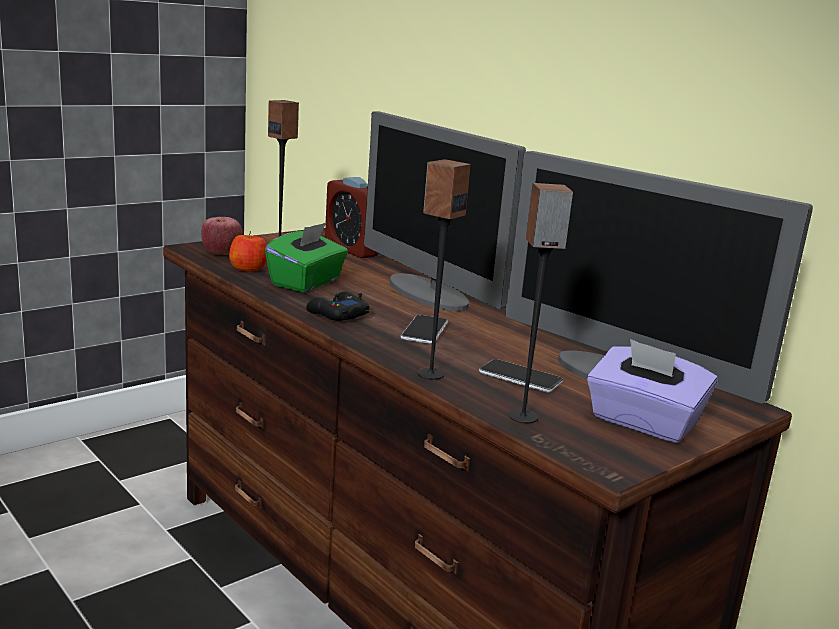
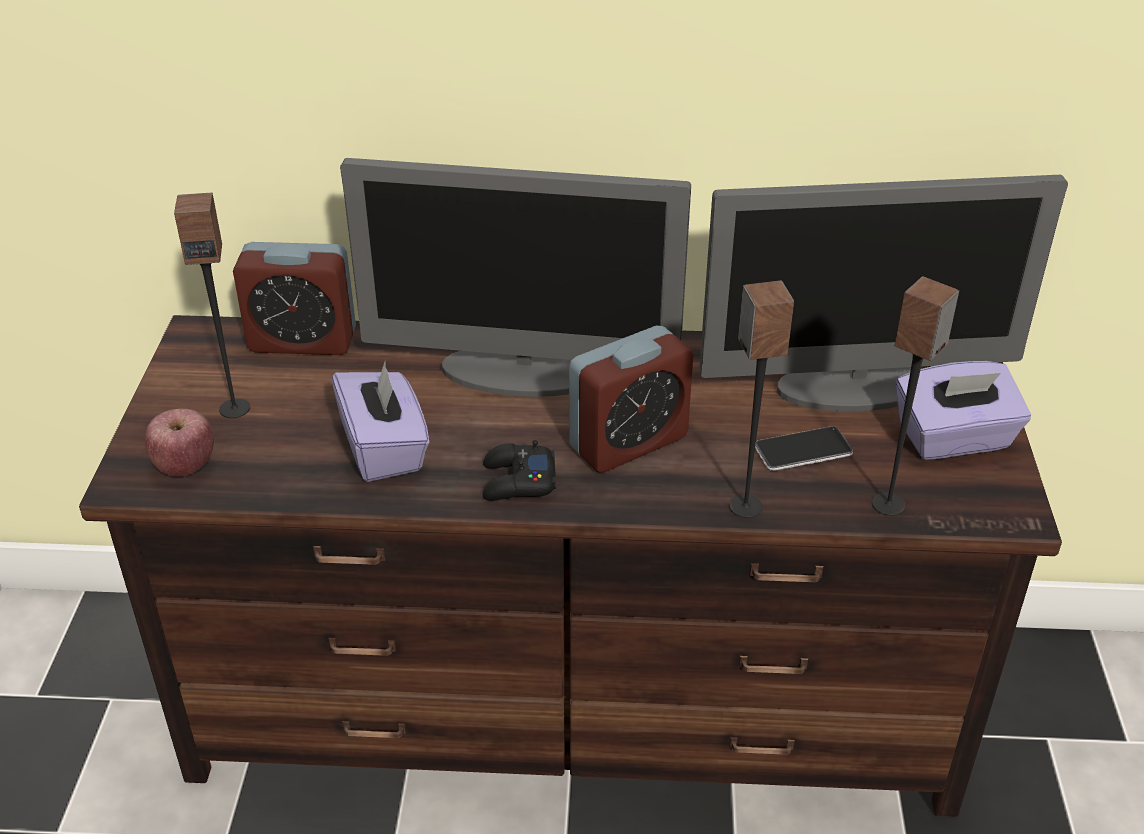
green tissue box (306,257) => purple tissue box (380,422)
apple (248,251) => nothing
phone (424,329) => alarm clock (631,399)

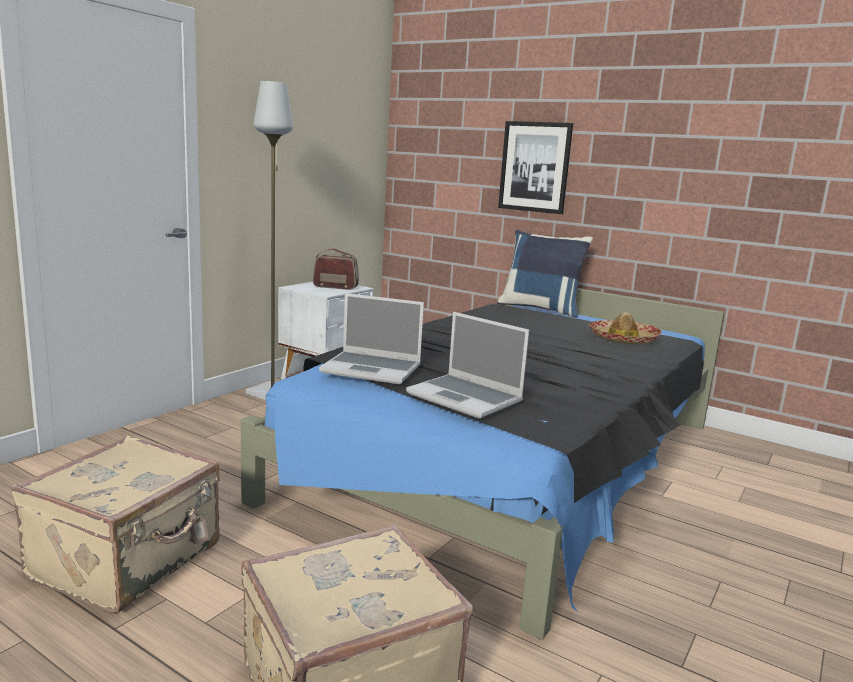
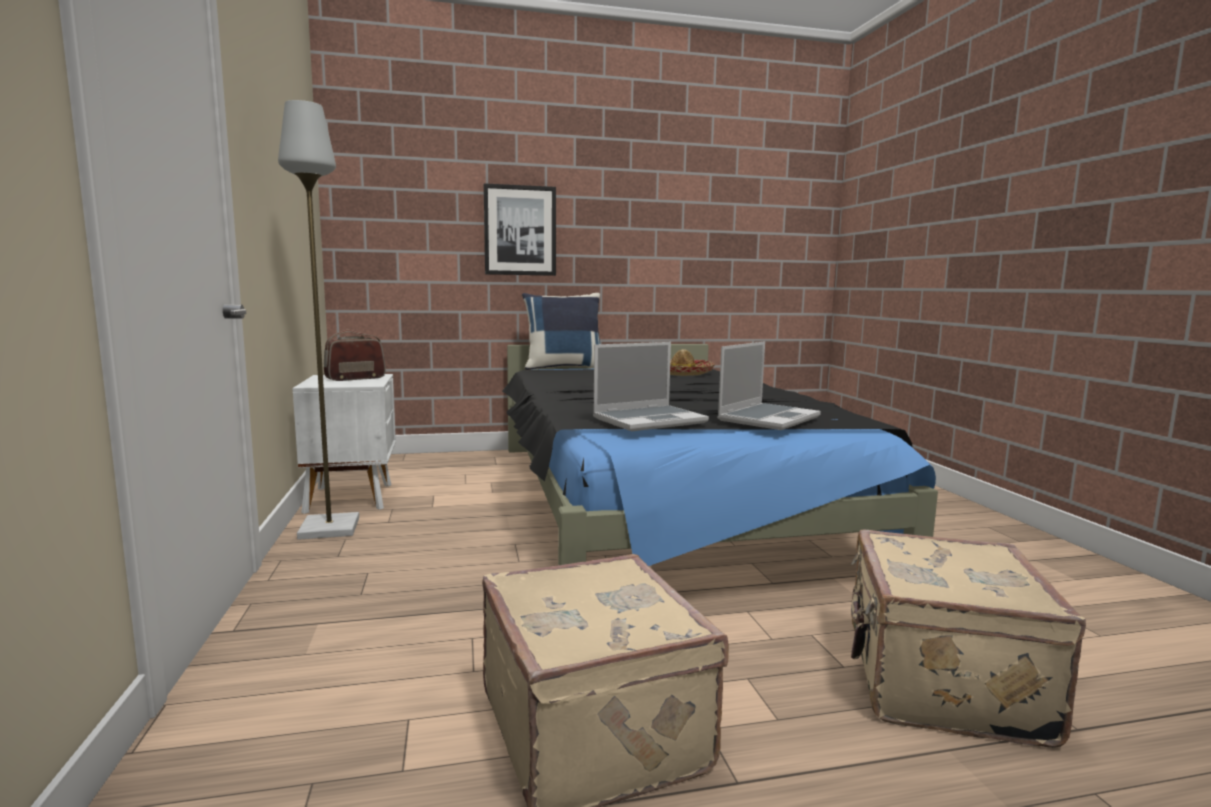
laptop (467,365) => laptop (769,385), 45 degrees counterclockwise

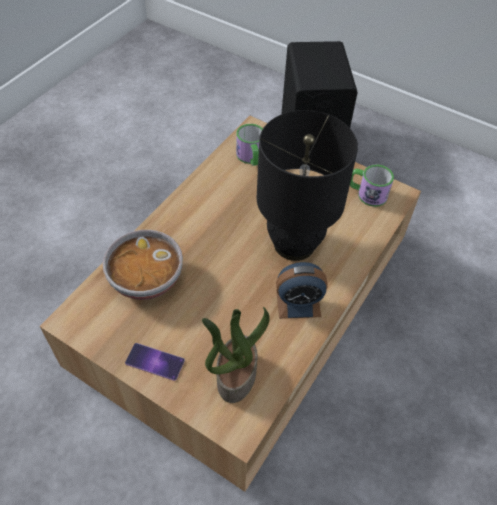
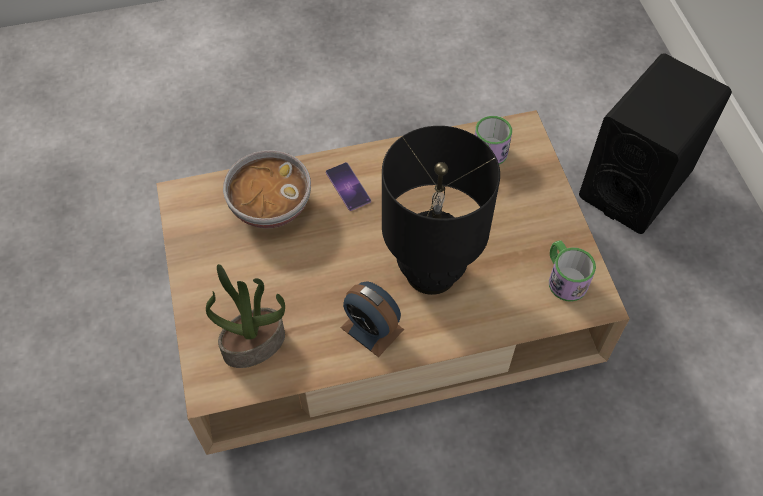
phone (155,362) => phone (348,186), move

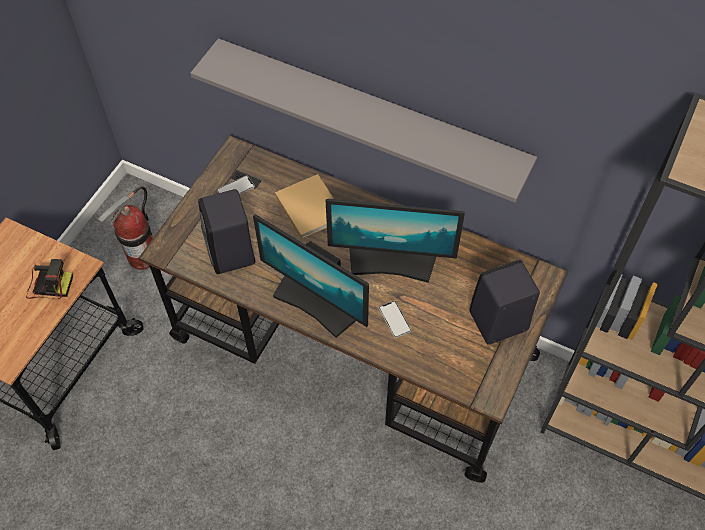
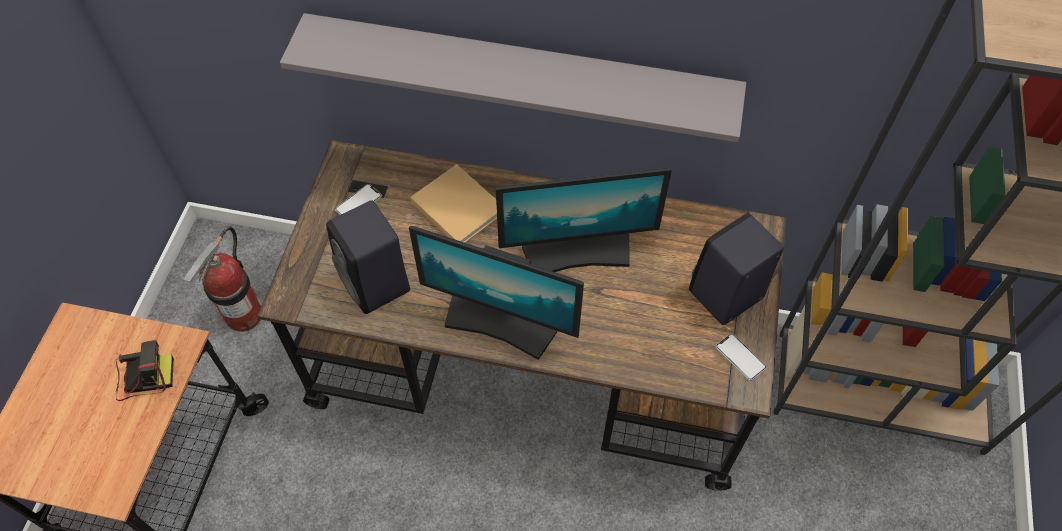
phone (395,319) => phone (741,357), move

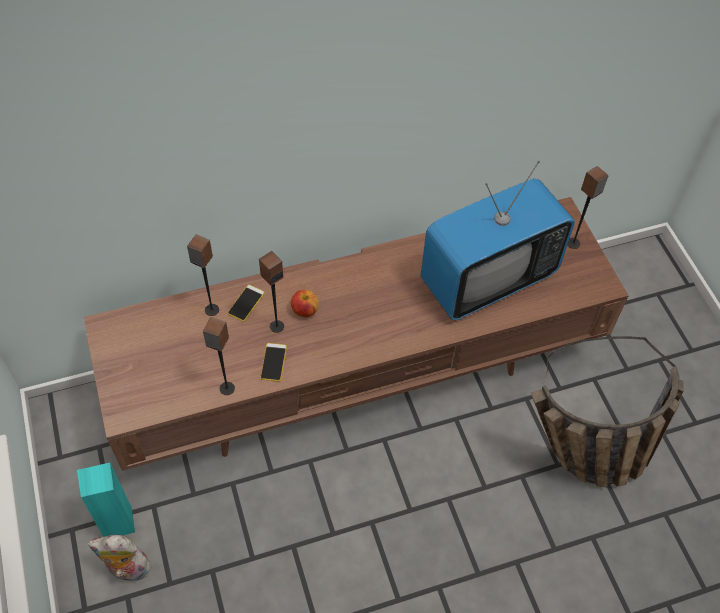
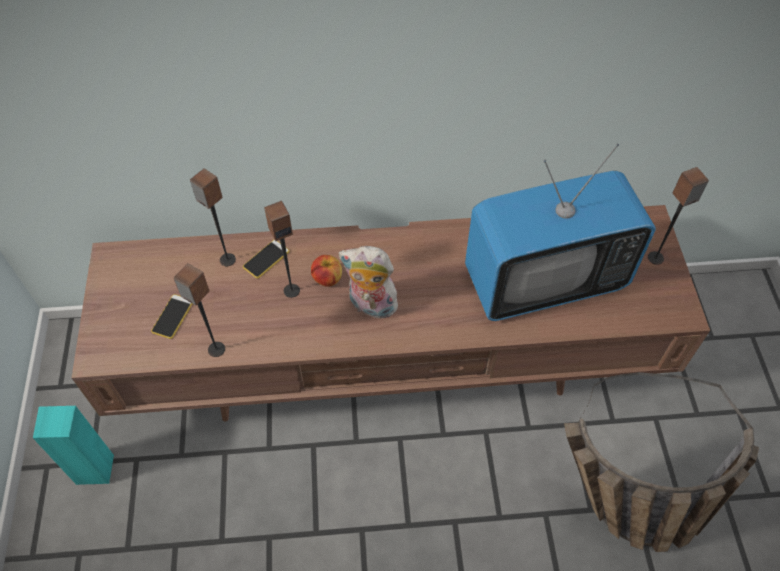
phone (273,362) => phone (171,316), move
plush toy (121,558) => plush toy (368,282), move

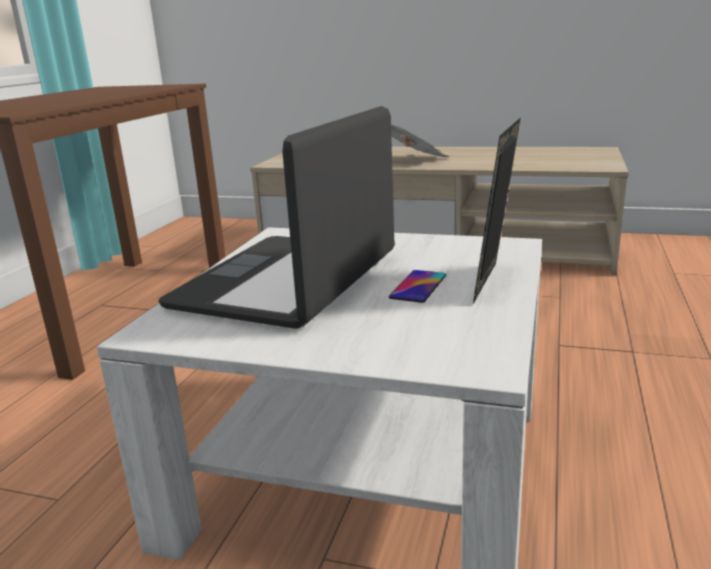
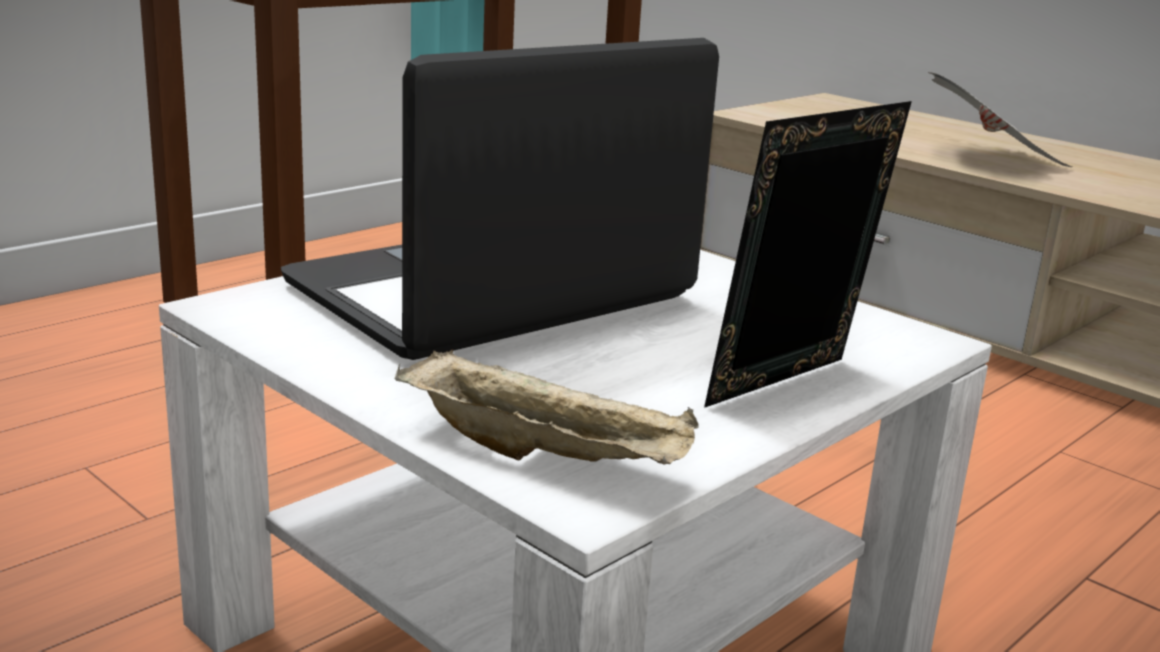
phone (417,286) => nothing
nothing => beige tray (546,407)

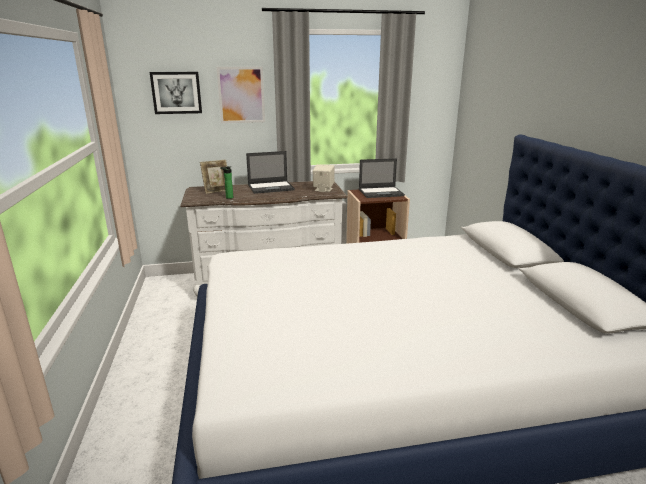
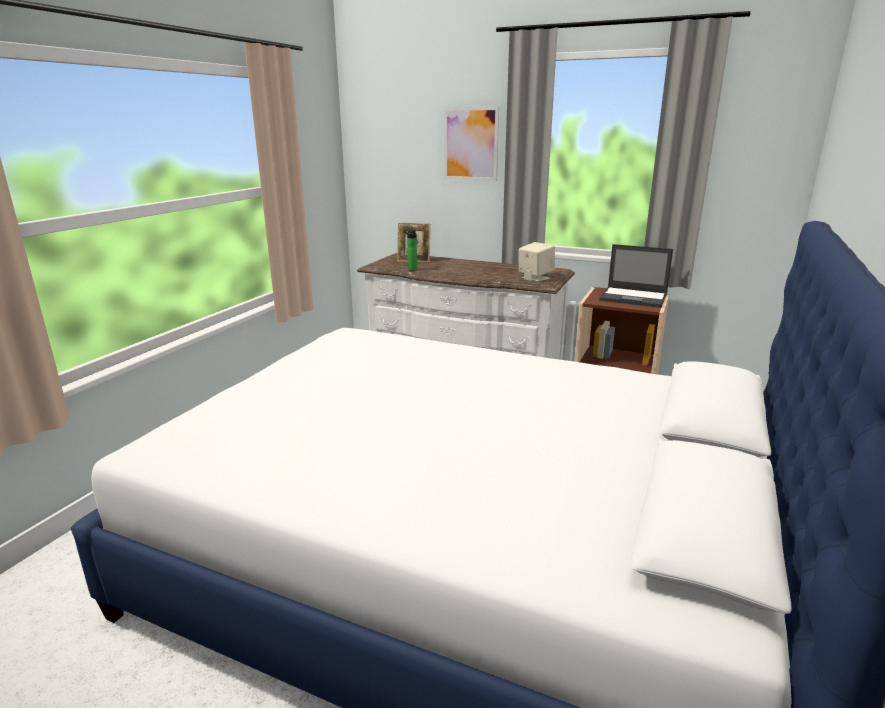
picture (175,93) => nothing
laptop (270,172) => nothing

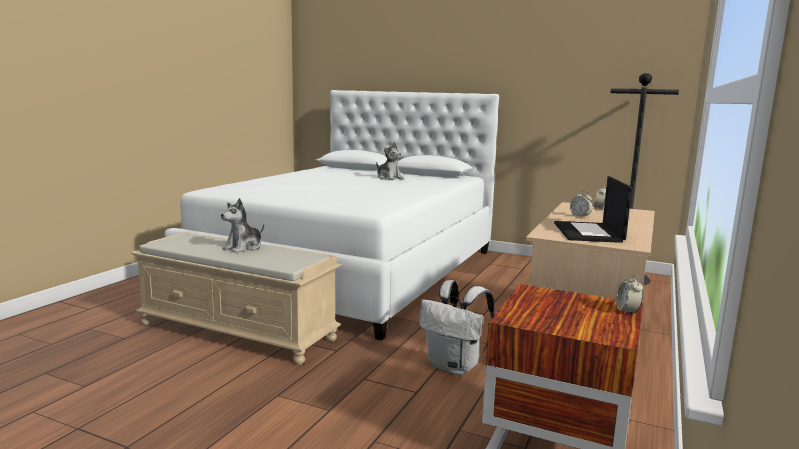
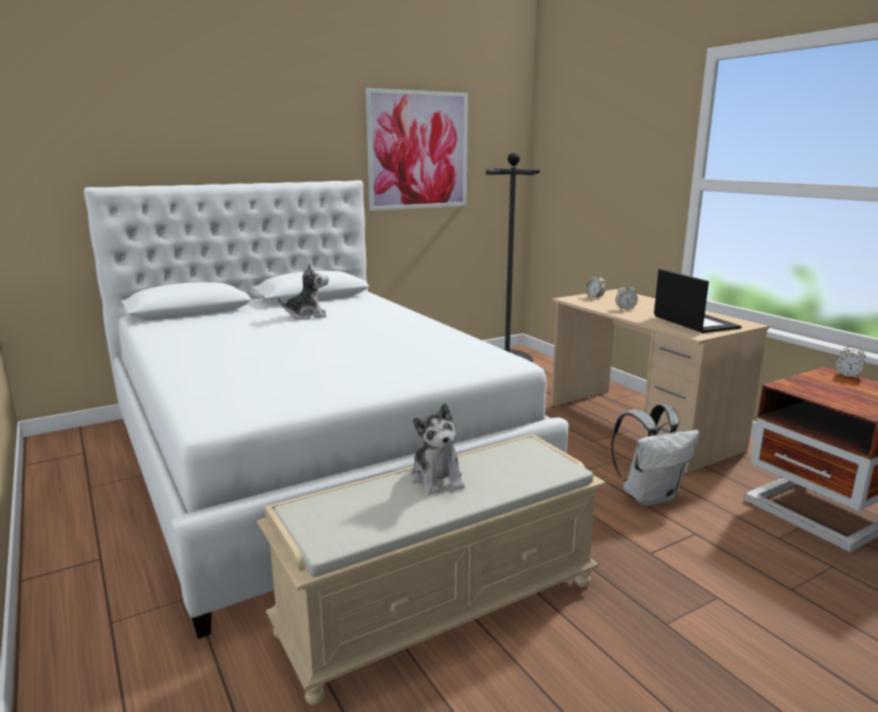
laptop (593,209) => laptop (698,301), 150 degrees counterclockwise
nothing => picture (416,149)

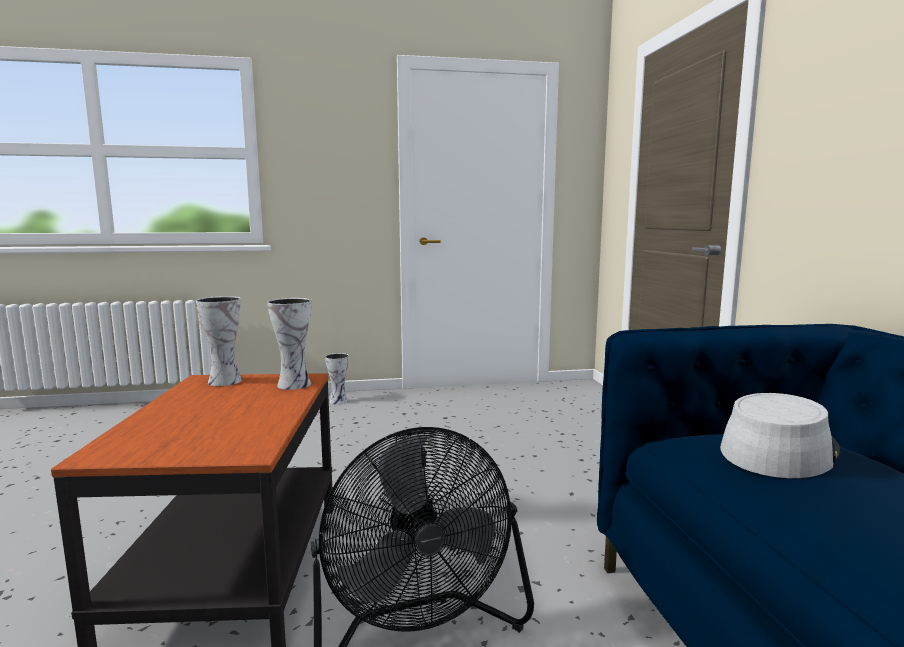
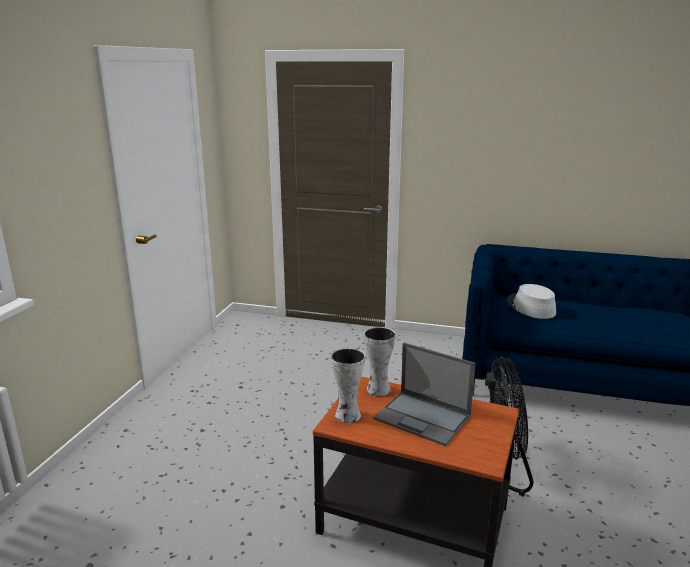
vase (337,379) => nothing
nothing => laptop (424,394)

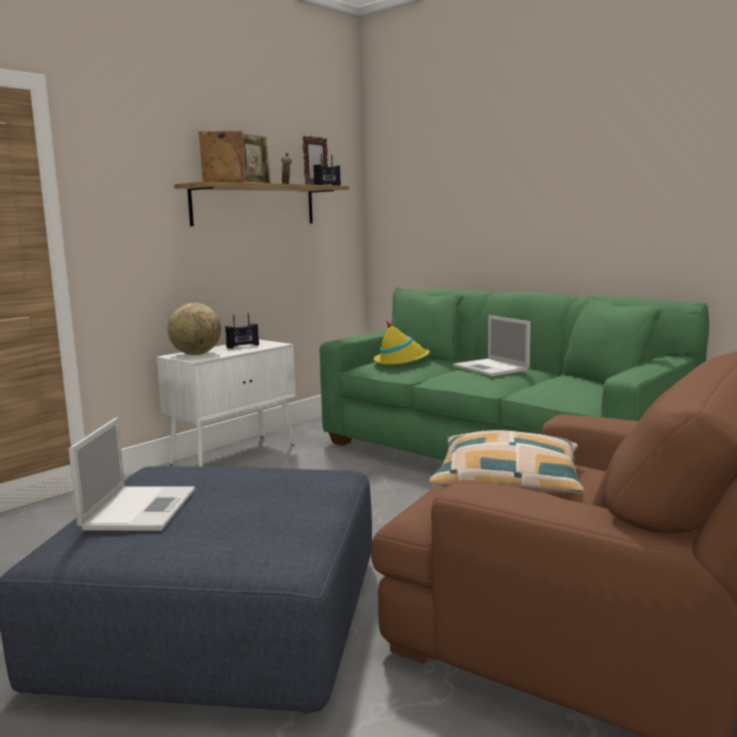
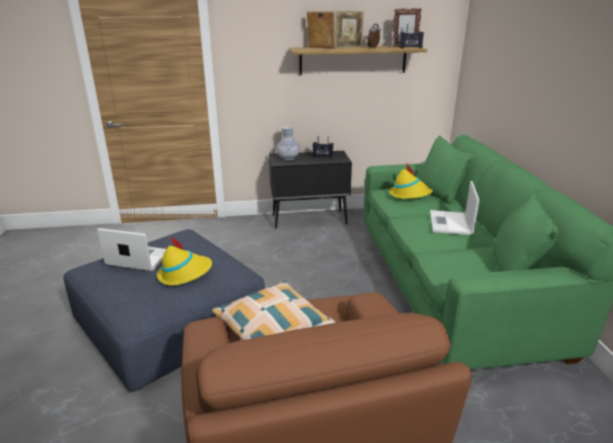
globe (194,329) => vase (288,142)
white cabinet (226,403) => black cabinet (310,190)
laptop (132,474) => laptop (131,249), 120 degrees counterclockwise
nothing => yellow hat (184,260)

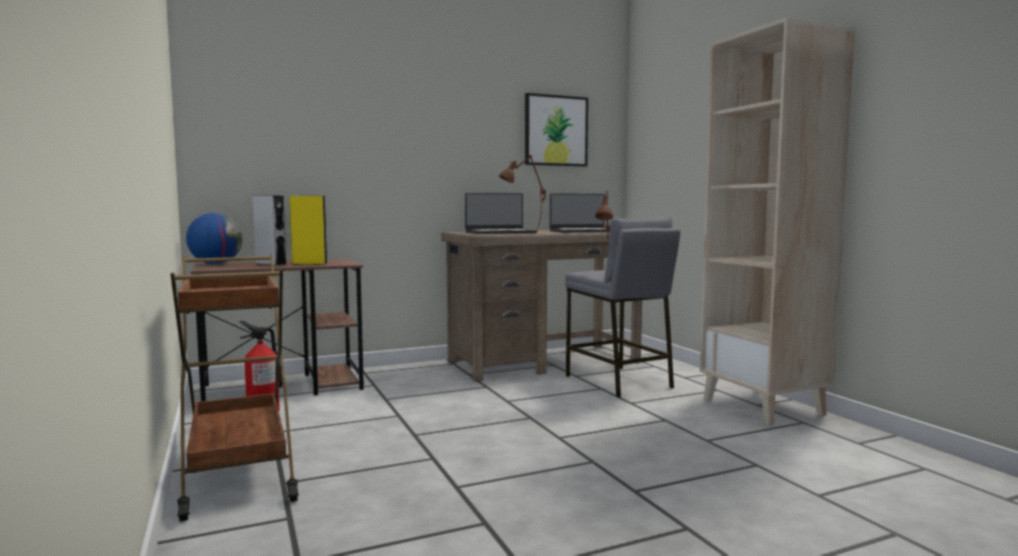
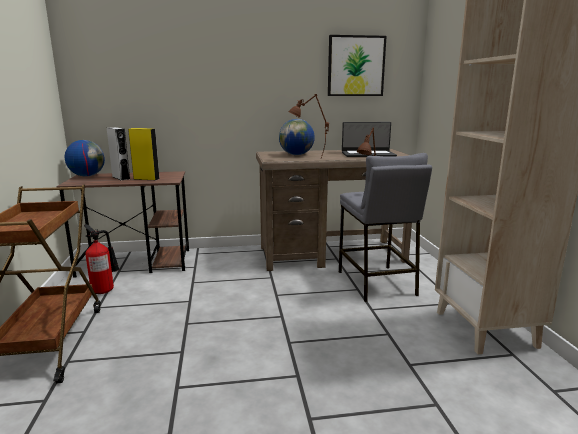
laptop (501,213) => globe (297,137)

